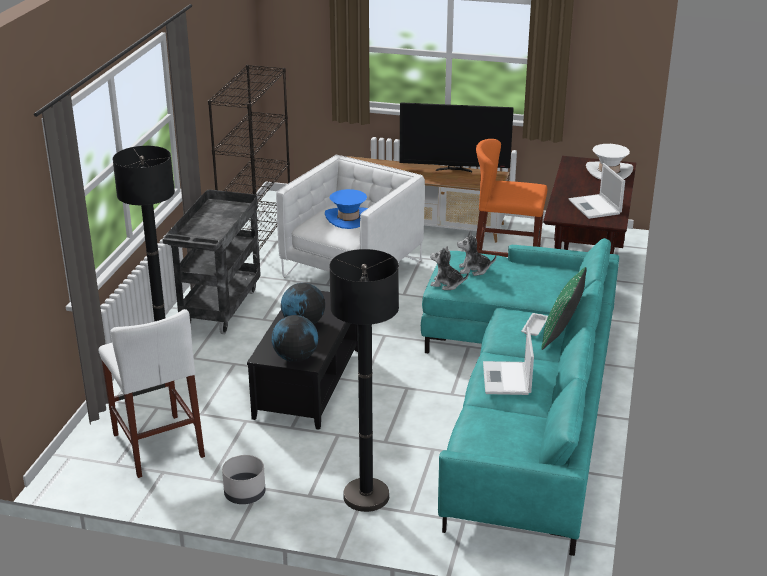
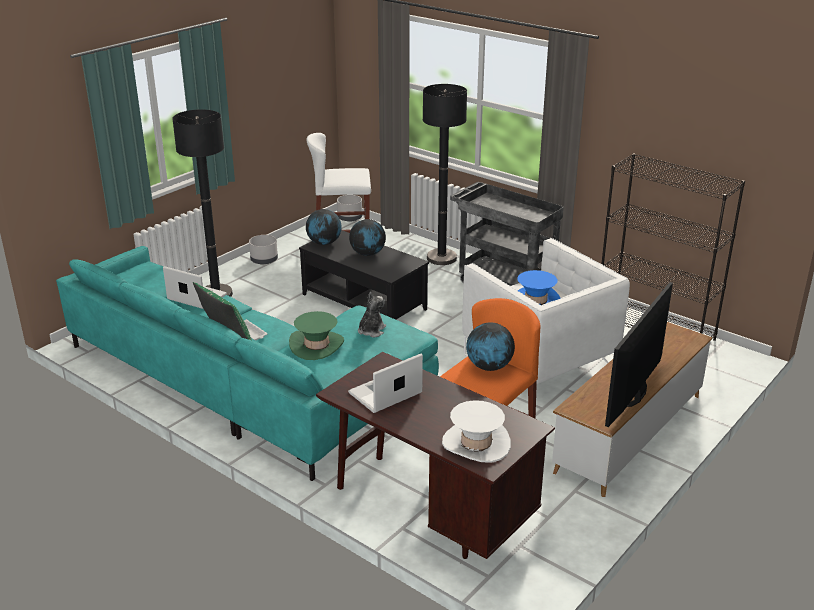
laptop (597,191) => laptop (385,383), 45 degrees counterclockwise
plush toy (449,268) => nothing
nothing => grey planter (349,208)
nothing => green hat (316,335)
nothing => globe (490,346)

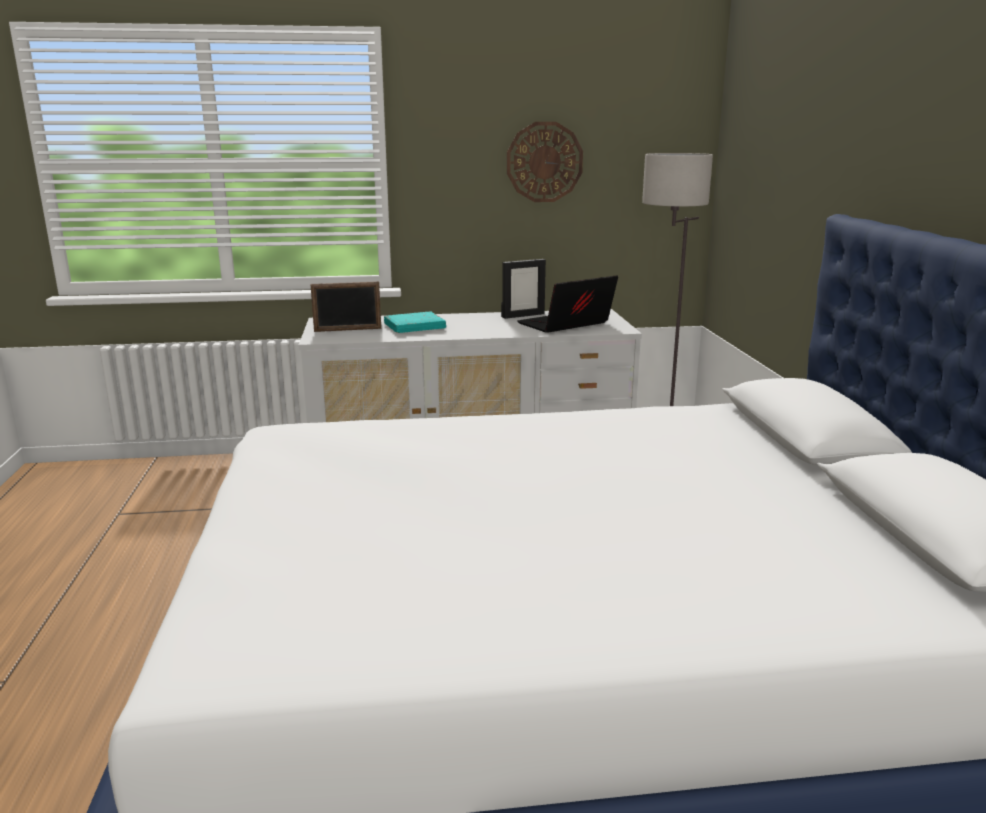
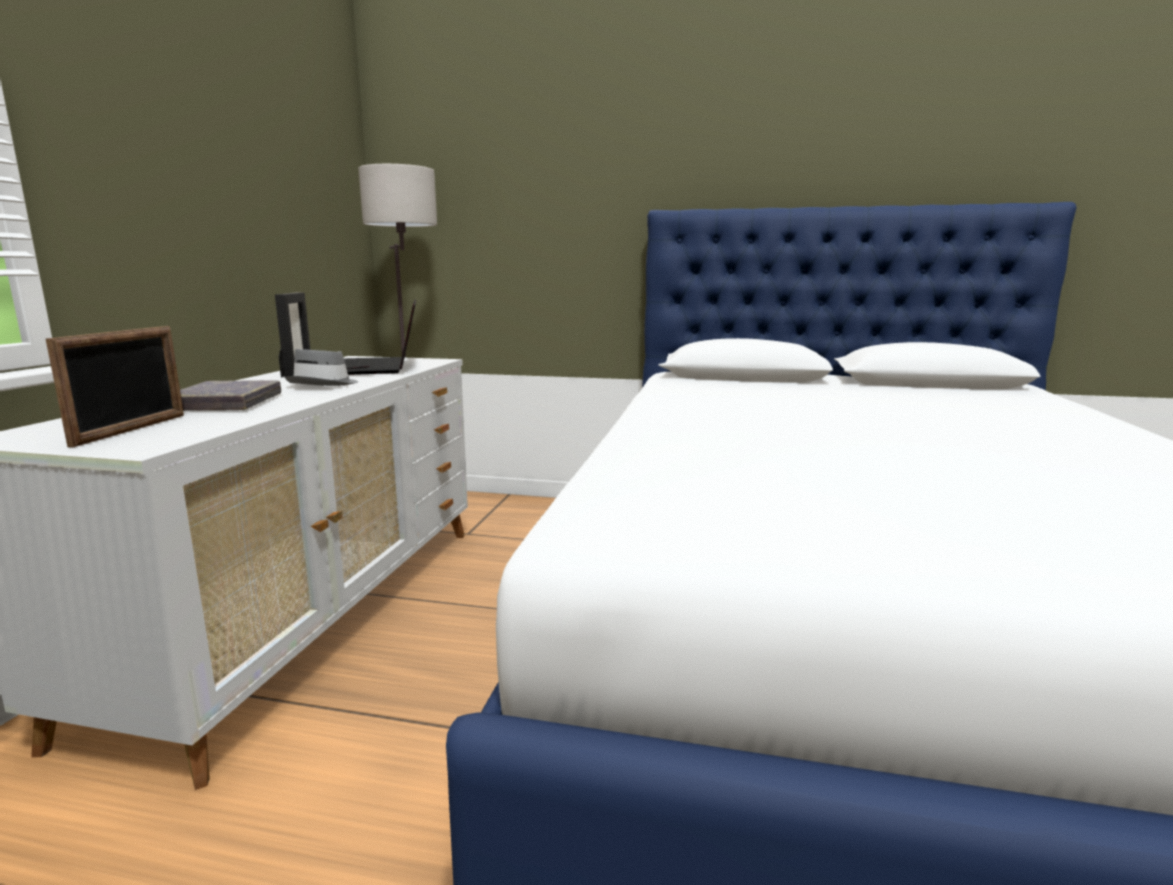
wall clock (545,162) => nothing
turquoise book (415,322) => grey book (230,395)
nothing => grey hat (321,367)

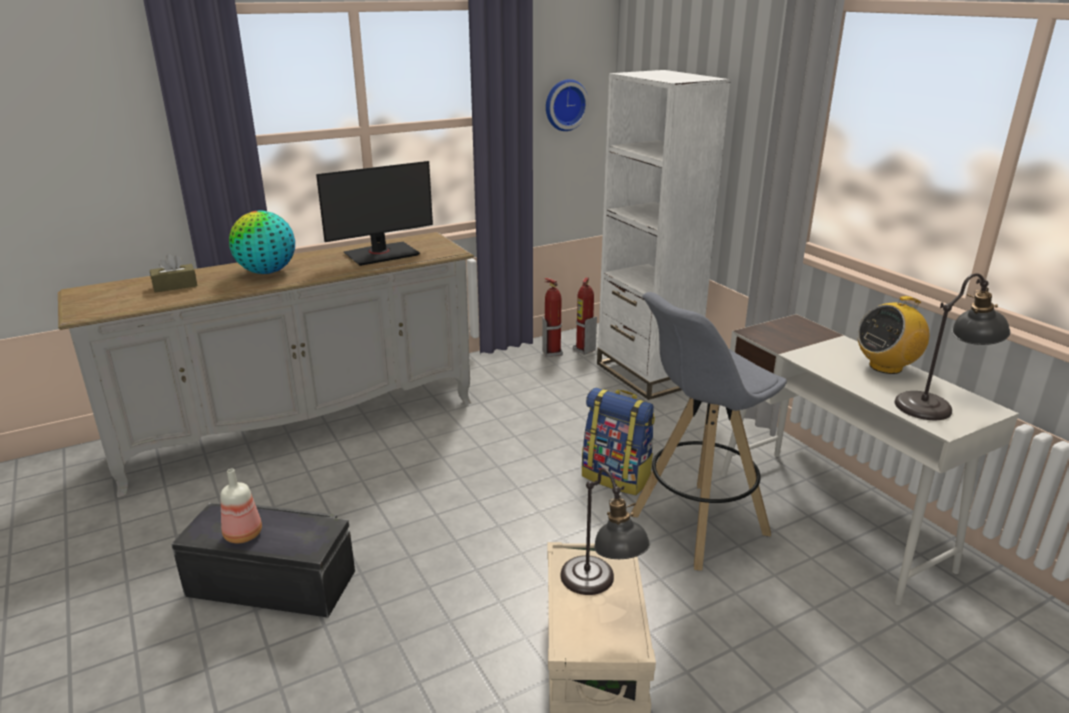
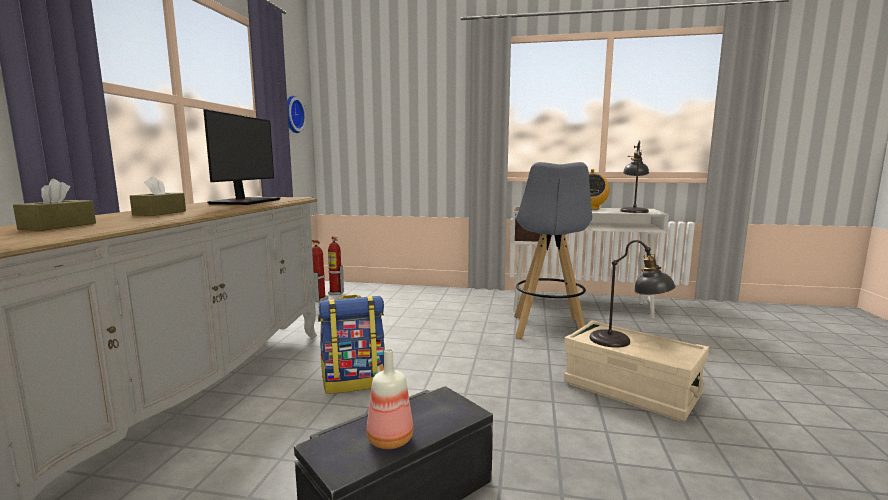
white bookcase (664,235) => nothing
globe (262,242) => brown tissue box (158,195)
backpack (618,441) => backpack (351,344), move

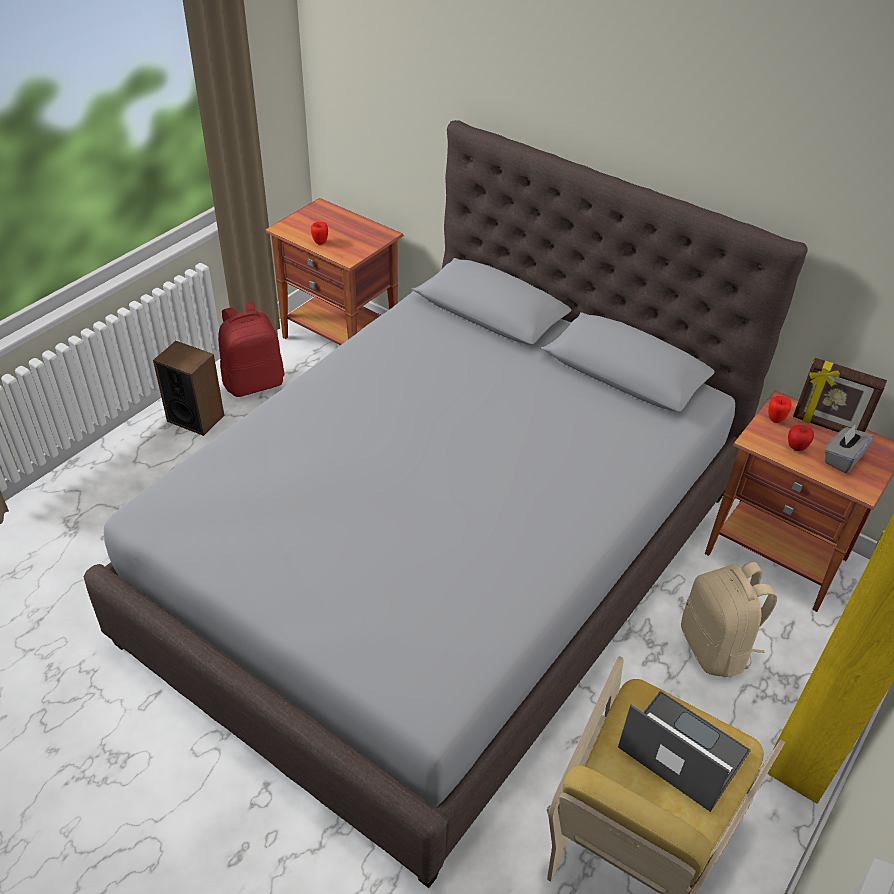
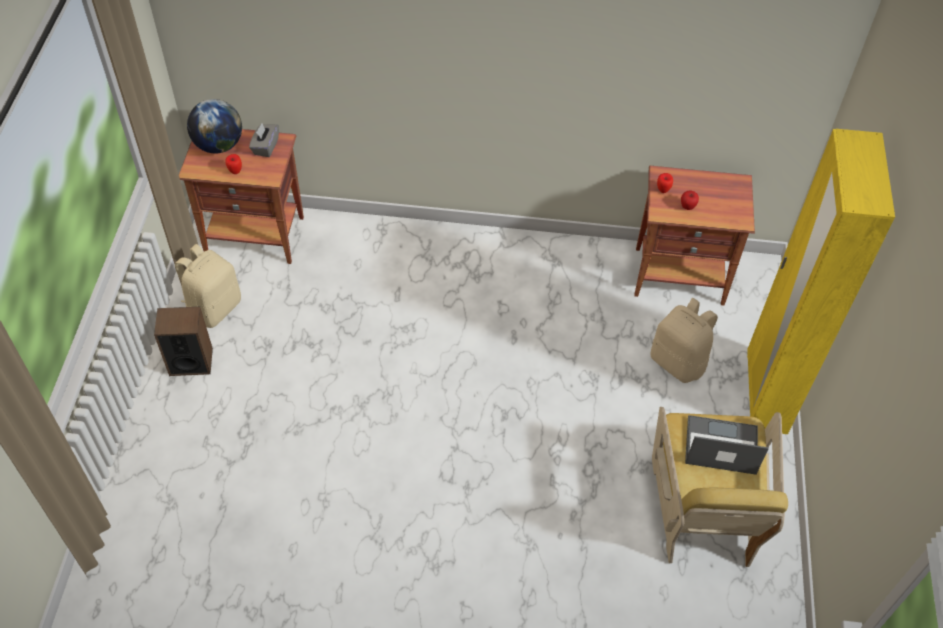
grey bed (445,504) => nothing
red backpack (251,349) => beige backpack (208,286)
picture frame (840,395) => nothing
grey tissue box (849,448) => grey tissue box (264,140), move
nothing => globe (214,126)

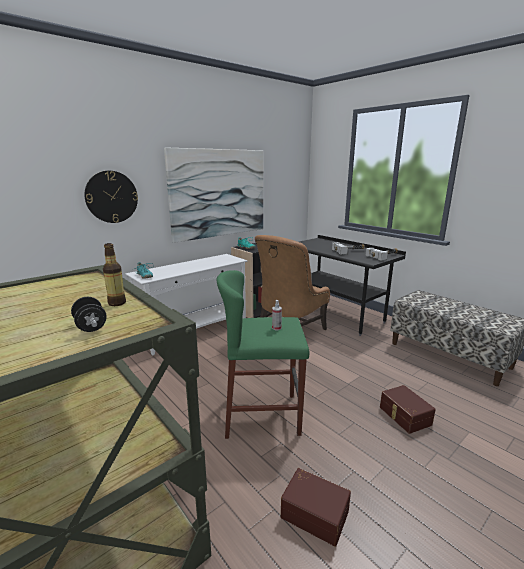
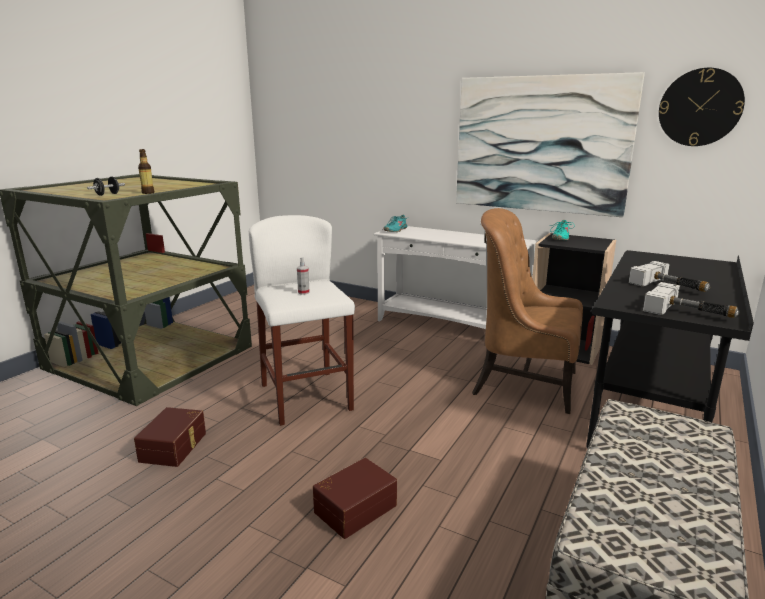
wall clock (111,197) => wall clock (702,107), move
green stool (263,354) => white stool (302,320)

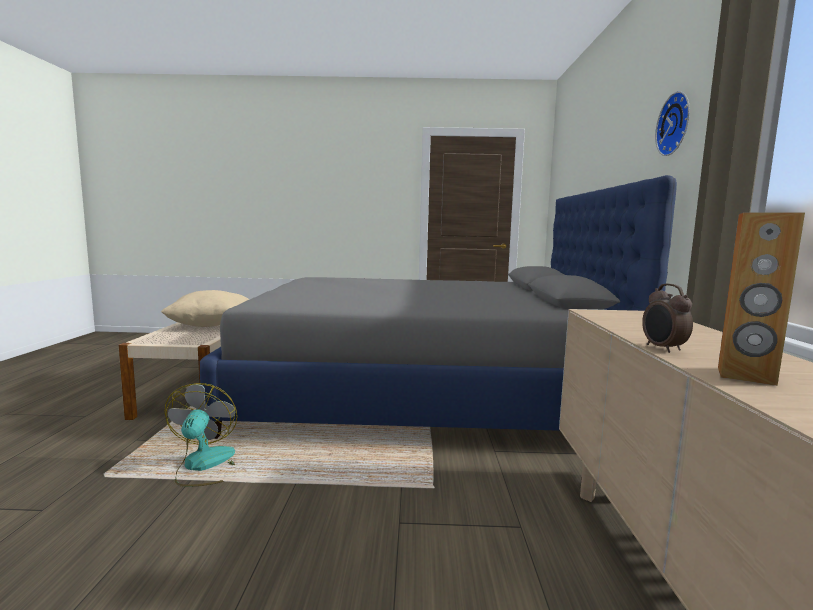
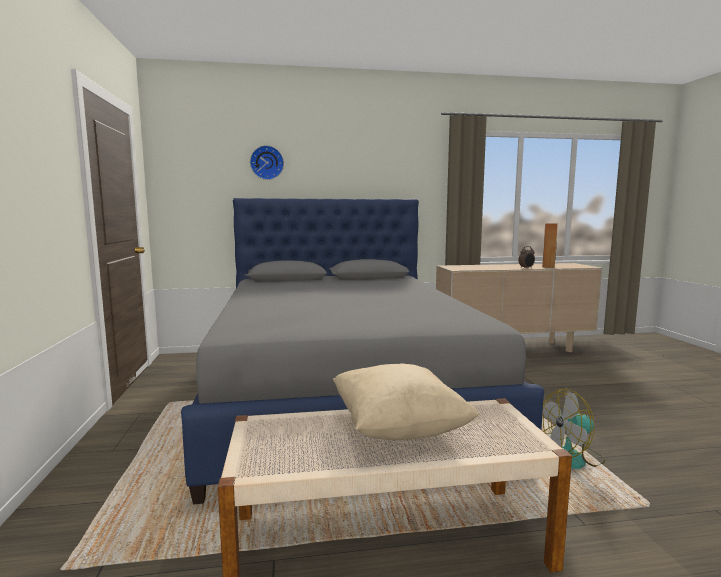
wall clock (672,123) => wall clock (267,162), move

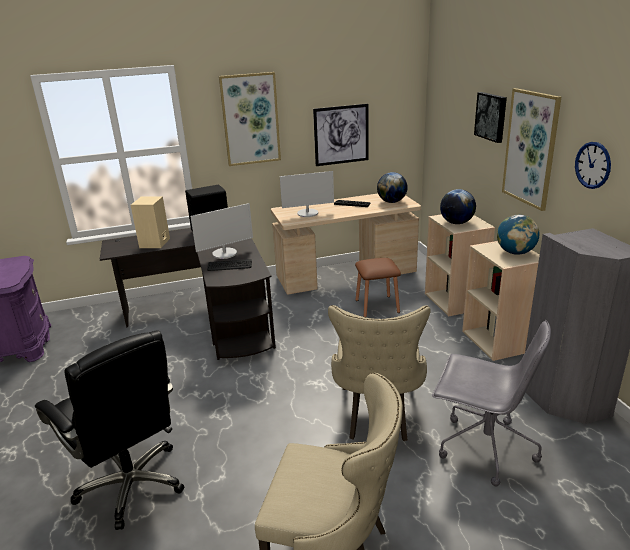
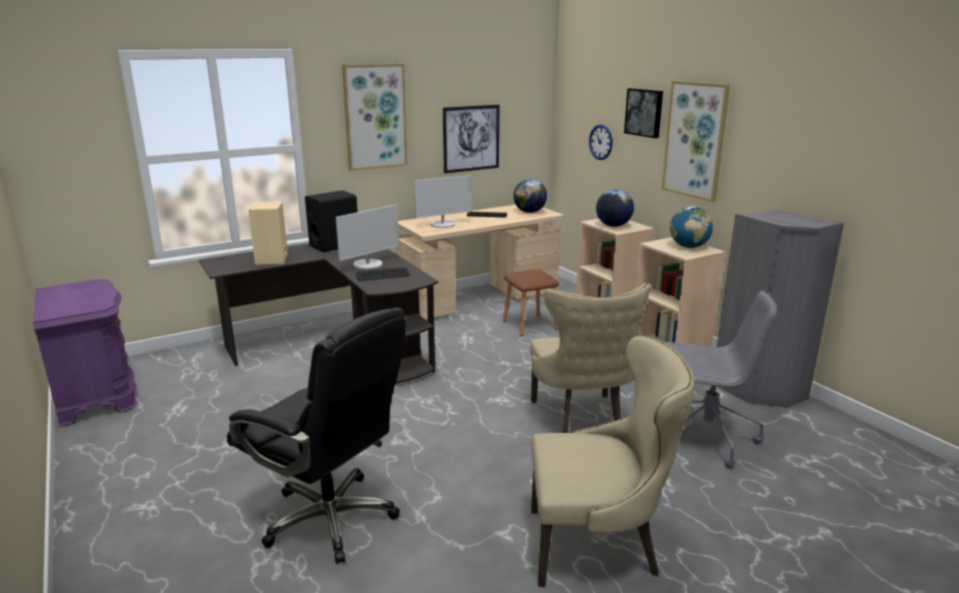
wall clock (593,165) => wall clock (601,142), move

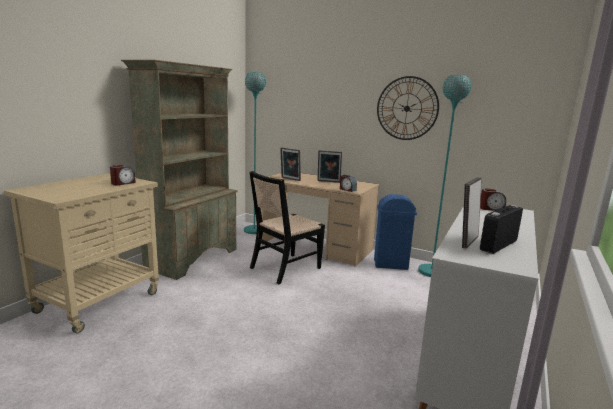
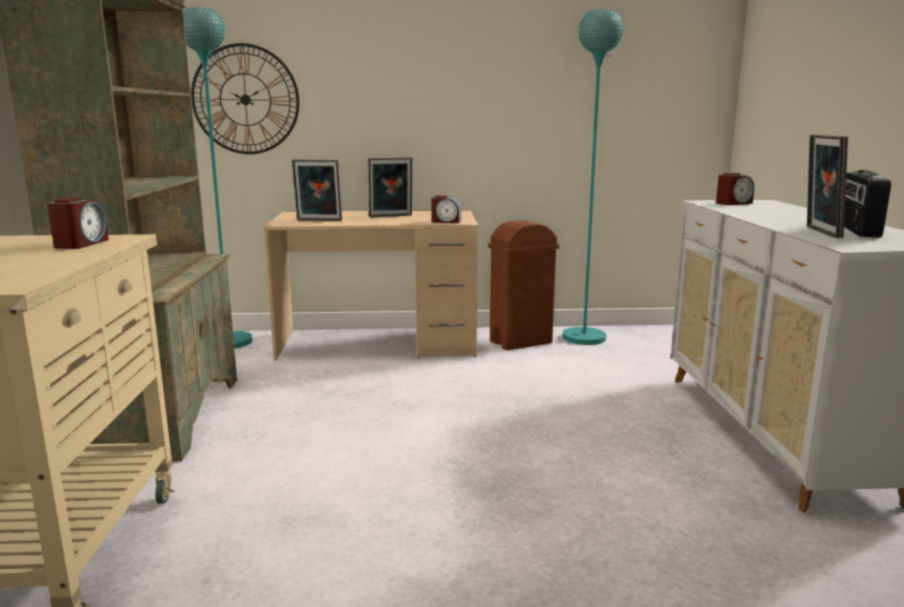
wall clock (408,108) => wall clock (245,98), move
chair (287,227) => nothing
blue trash can (395,232) => brown trash can (524,285)

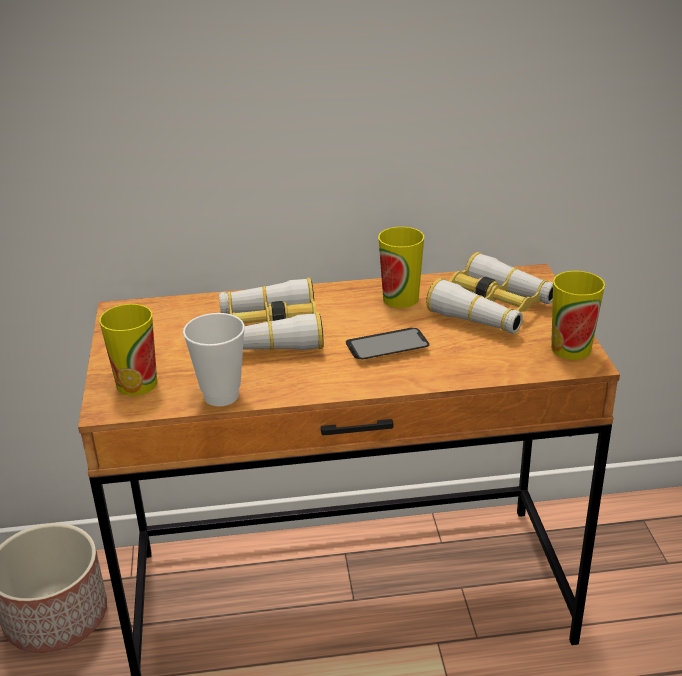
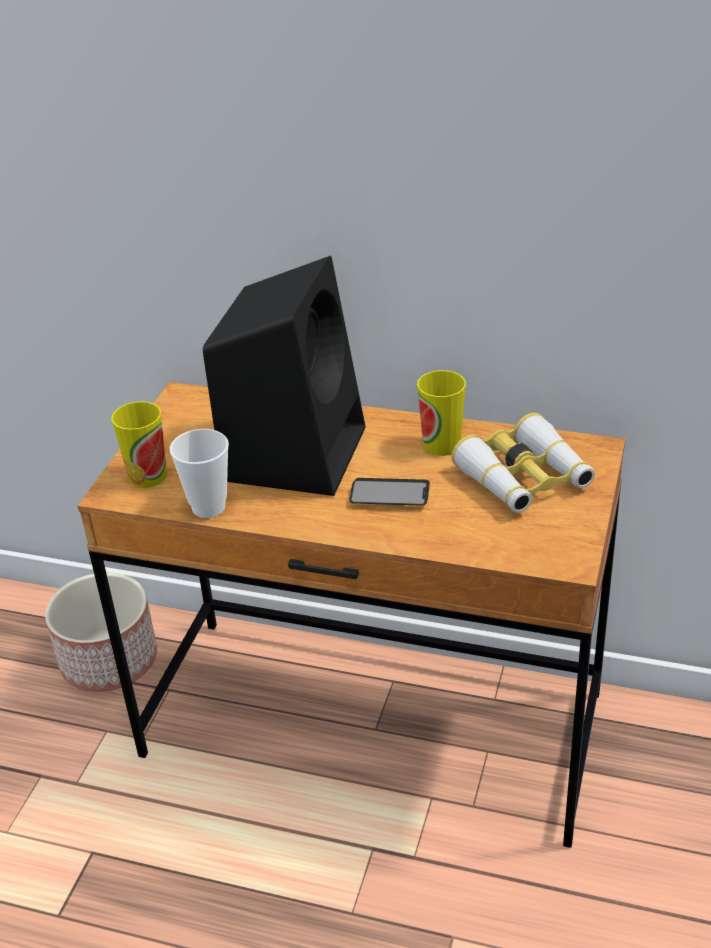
cup (578,315) => nothing
binoculars (271,314) => black speaker (284,376)

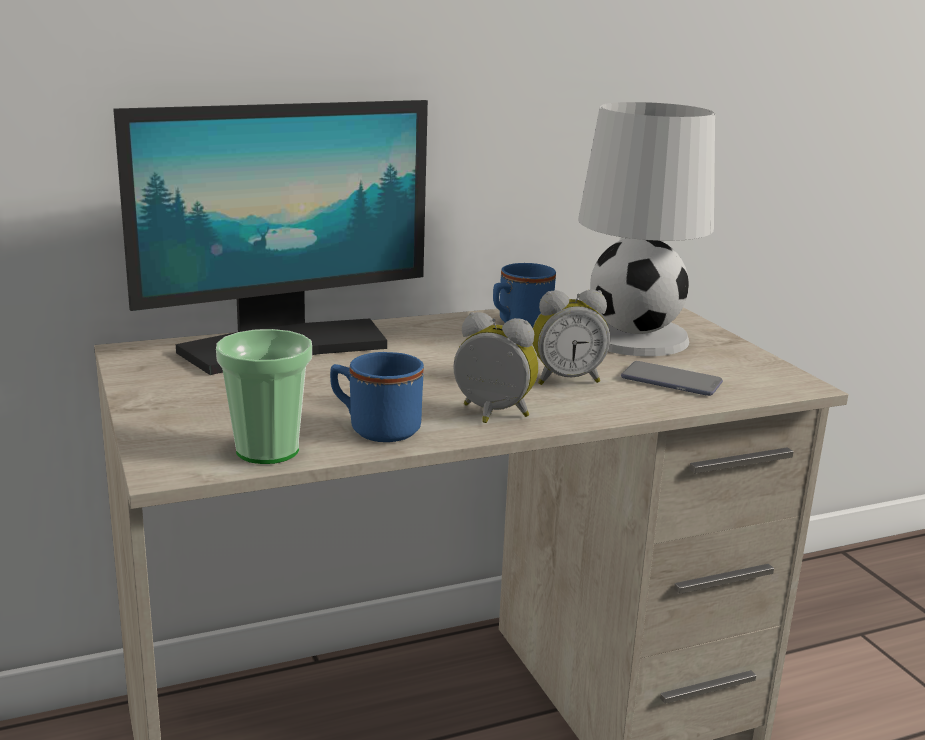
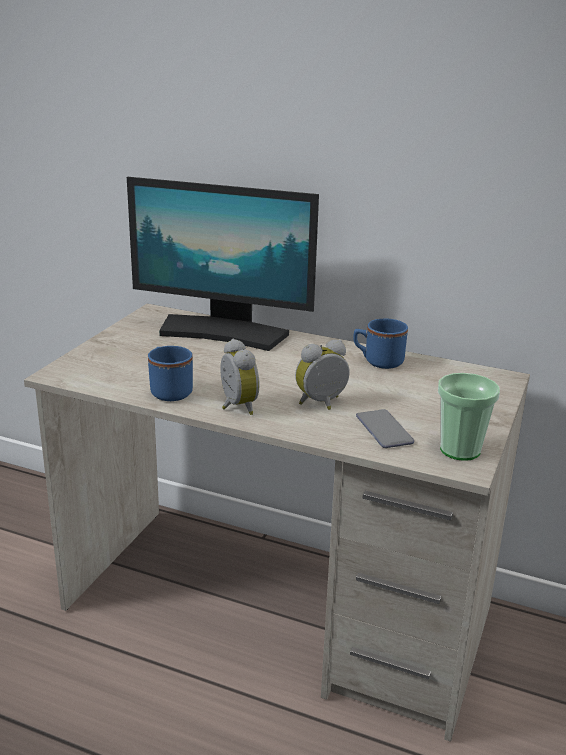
white table lamp (646,229) => nothing
alarm clock (571,337) => alarm clock (322,375), 120 degrees clockwise
cup (264,396) => cup (469,417), move

